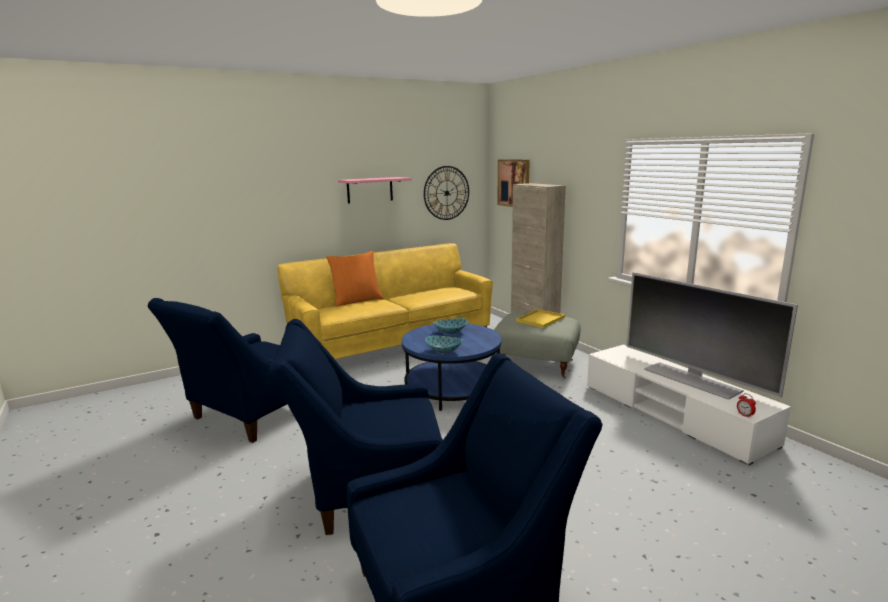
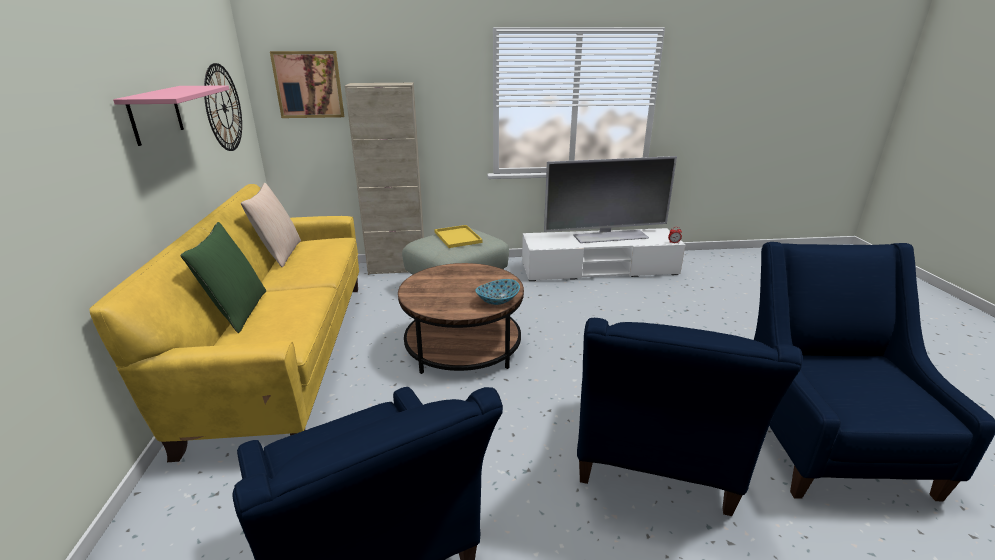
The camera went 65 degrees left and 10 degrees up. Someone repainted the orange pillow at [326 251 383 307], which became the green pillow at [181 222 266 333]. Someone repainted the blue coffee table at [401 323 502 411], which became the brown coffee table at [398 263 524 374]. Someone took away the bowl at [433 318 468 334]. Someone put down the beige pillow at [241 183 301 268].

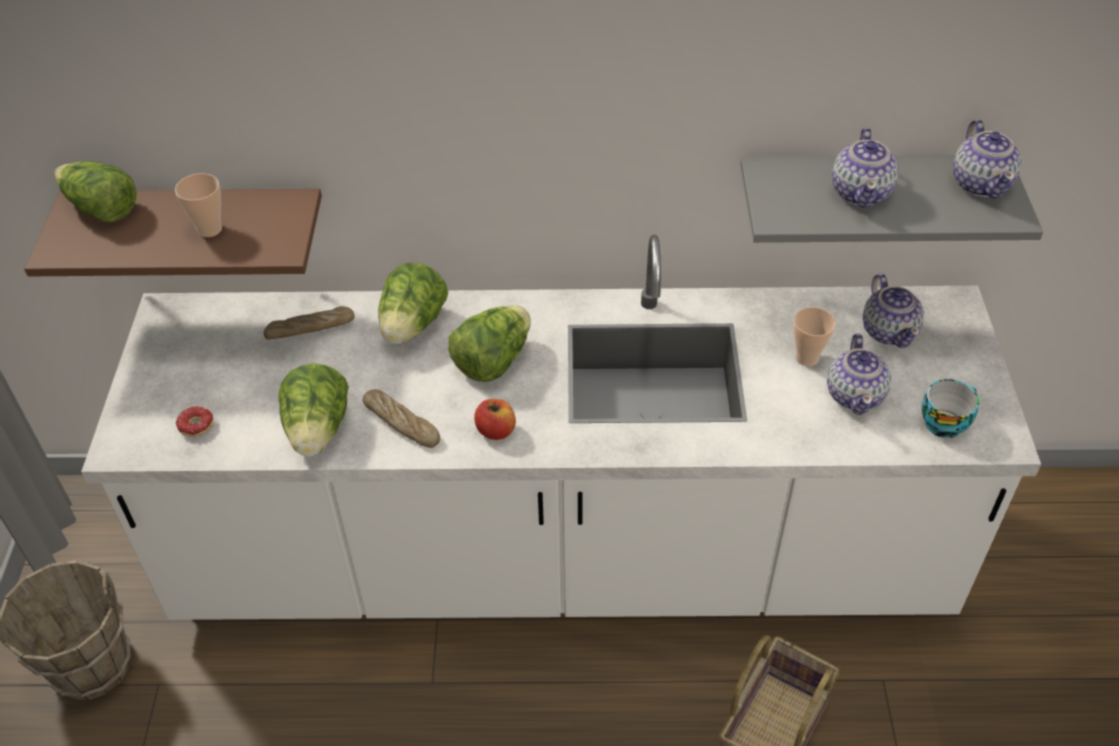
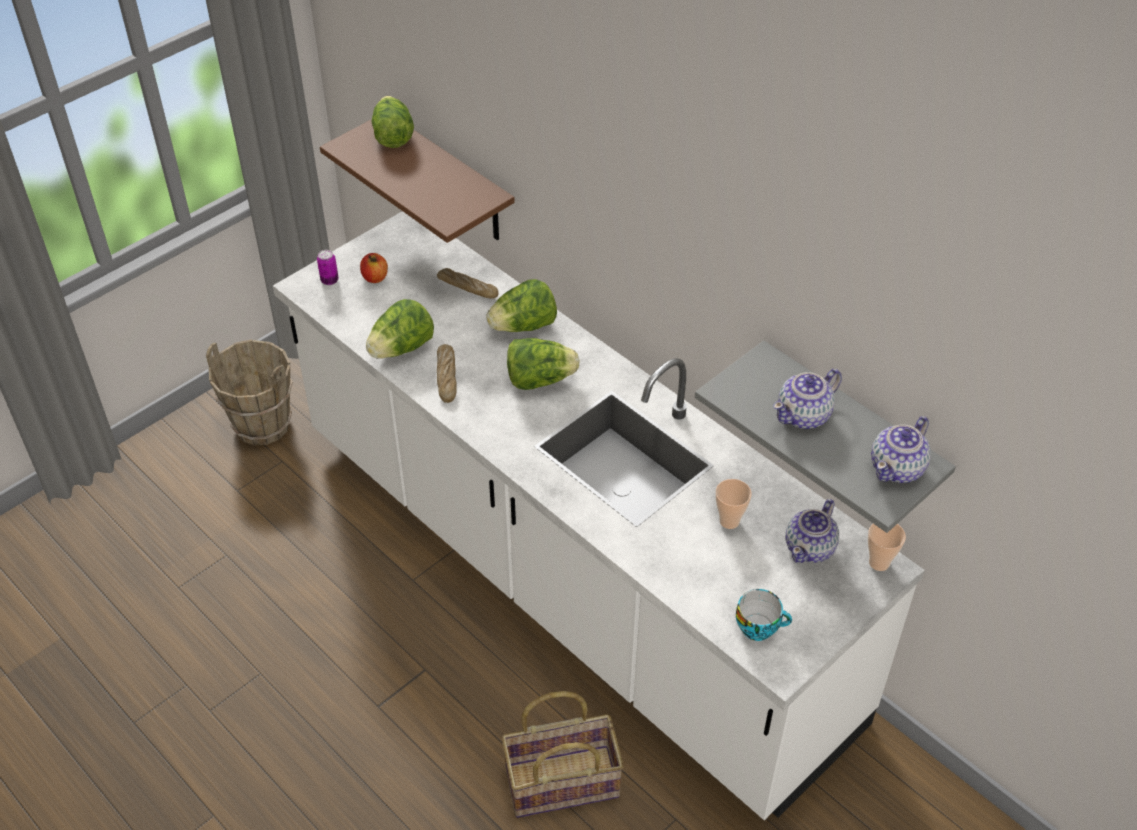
The camera went 45 degrees right and 0 degrees up. Someone carried the cup from [175 173 222 237] to [868 524 906 571]. Someone took away the donut at [176 406 214 437]. Someone carried the apple from [474 399 516 440] to [360 253 388 283]. Someone took away the teapot at [827 333 891 415]. Someone put down the can at [317 250 339 285].

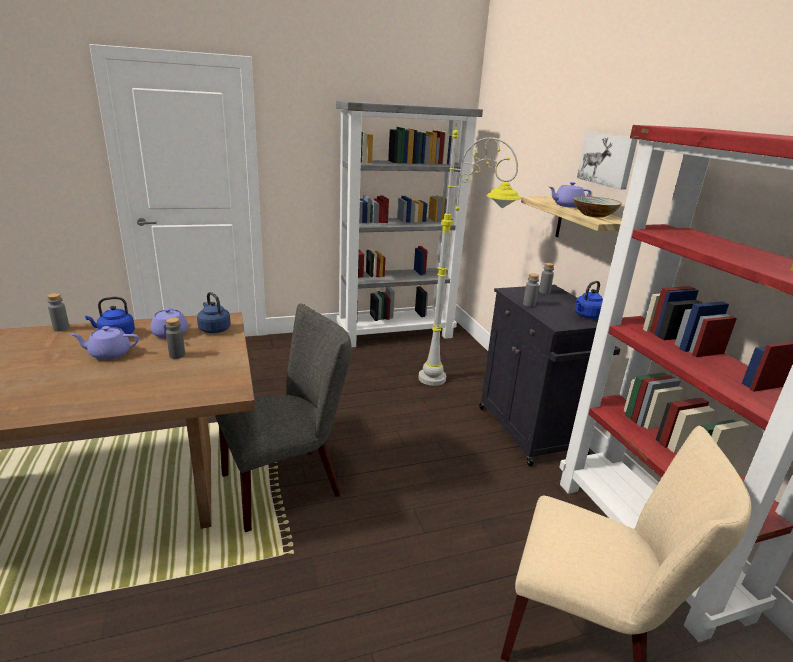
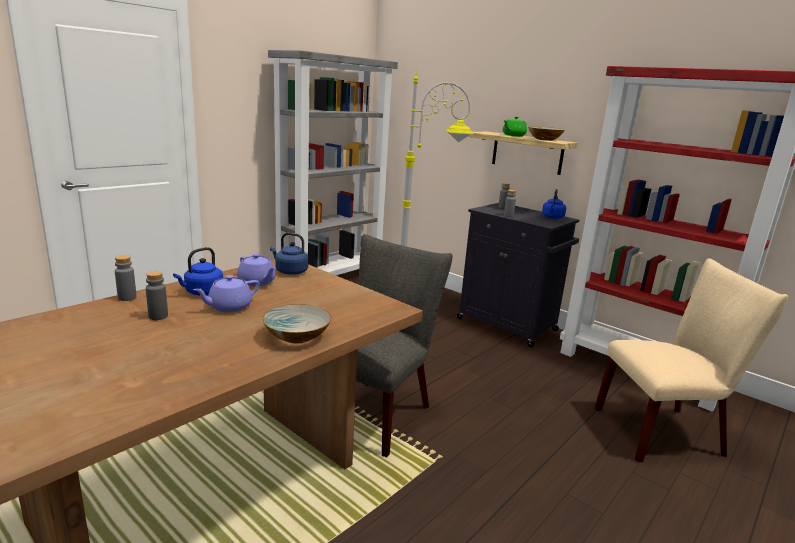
The camera went 30 degrees left and 5 degrees down. Someone carried the grey bottle from [166 318 185 359] to [146 271 168 320]. Someone repainted the purple teapot at [549 182 591 208], which became the green teapot at [503 116 527 136]. Someone took away the picture at [577 132 638 189]. Someone put down the bowl at [262 304 332 344].

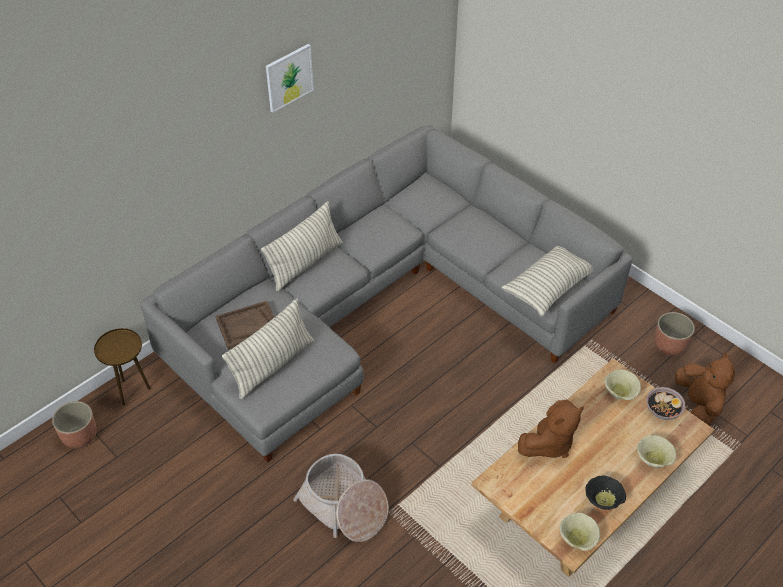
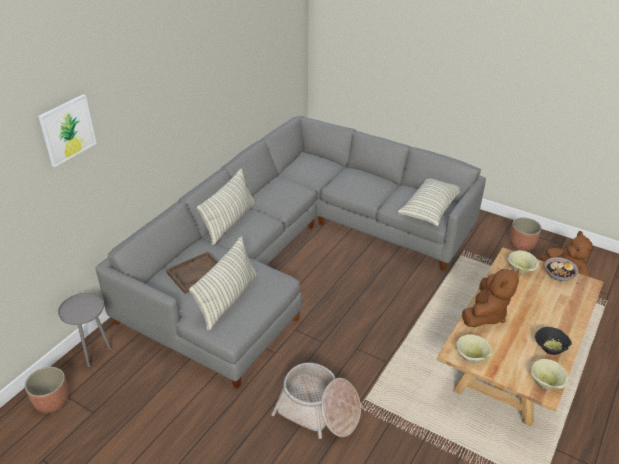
The camera went 15 degrees left and 10 degrees down. Someone repainted the brown side table at [94 328 151 406], which became the grey side table at [58 293 112 368]. Someone carried the picture from [266 44 314 113] to [38 94 97 167]. Someone carried the beige bowl from [637 435 676 468] to [456 334 492 363].

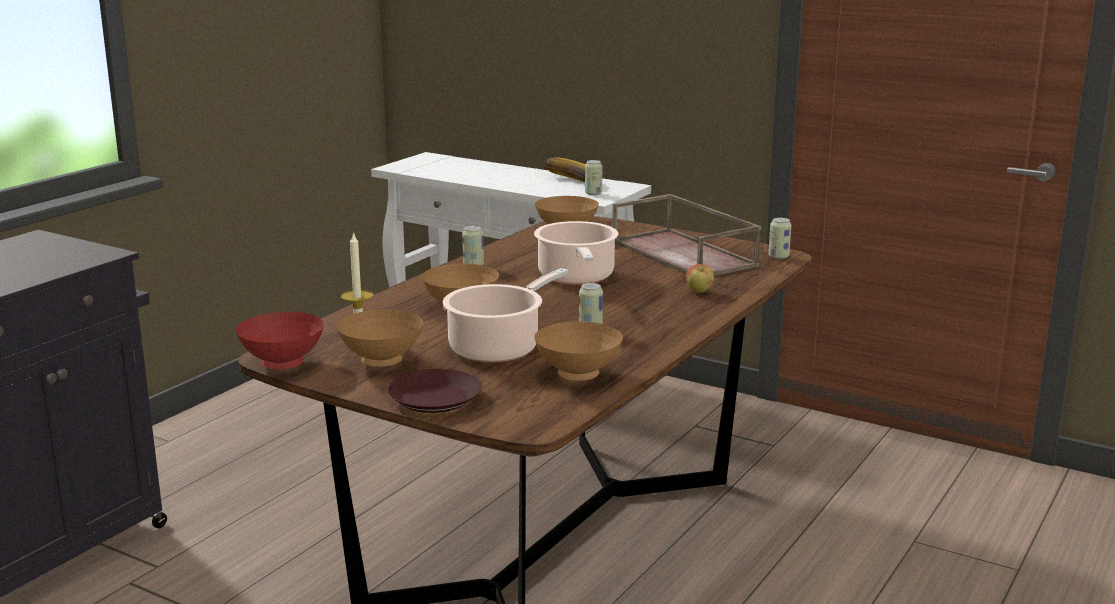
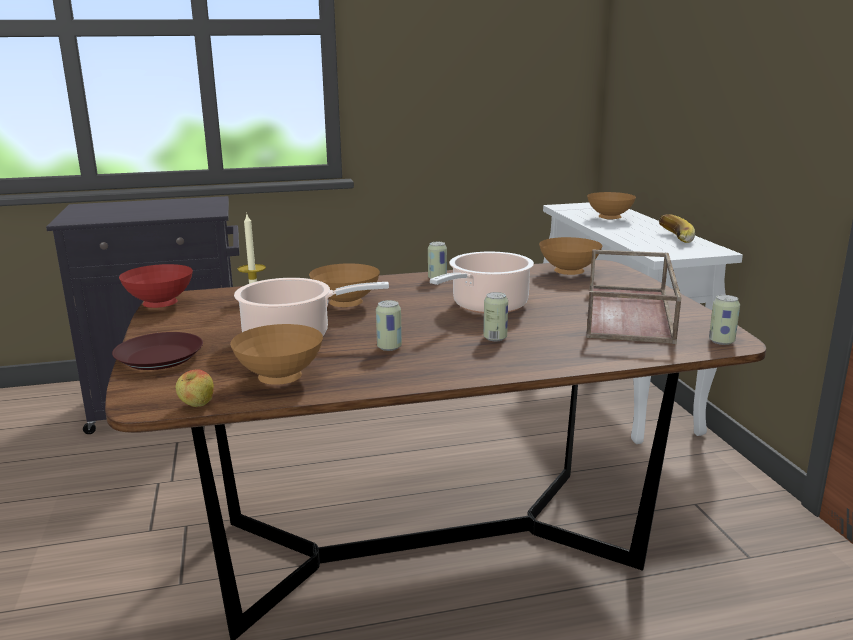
The camera went 45 degrees right and 0 degrees up. Someone carried the brown bowl from [337 309 423 367] to [587 192 636 220]. Someone carried the can from [585 160 602 195] to [484 292 508 341]. Someone carried the apple from [686 264 714 293] to [175 369 214 407].

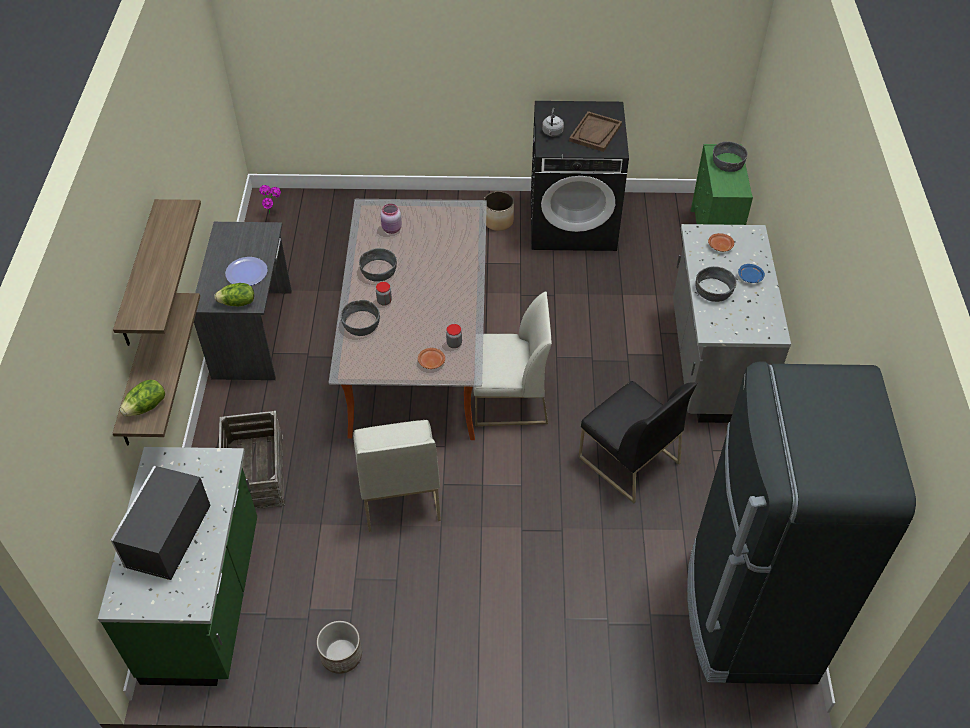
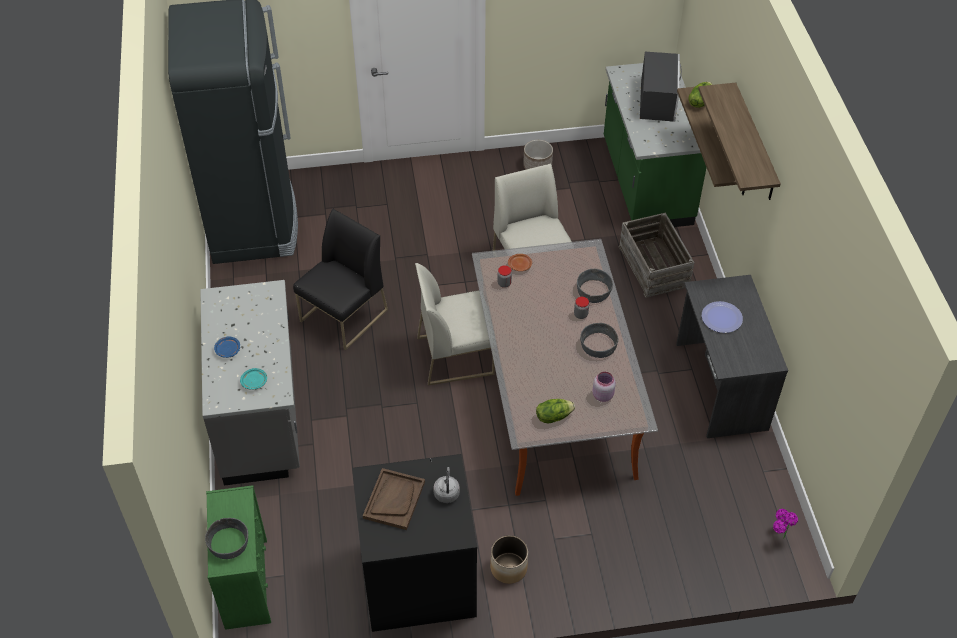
The camera went 170 degrees right and 0 degrees up. Someone carried the lettuce from [214 283 254 307] to [536 399 575 423]. Someone rotated the black chair at [578 381 697 503] by 90 degrees clockwise. Someone took away the grey bowl at [696 266 737 302]. Someone repainted the brown plate at [708 233 734 252], which became the turquoise plate at [240 368 267 390].

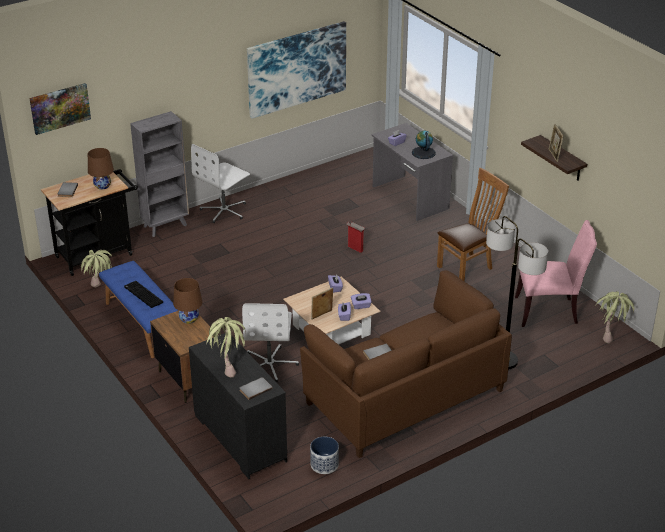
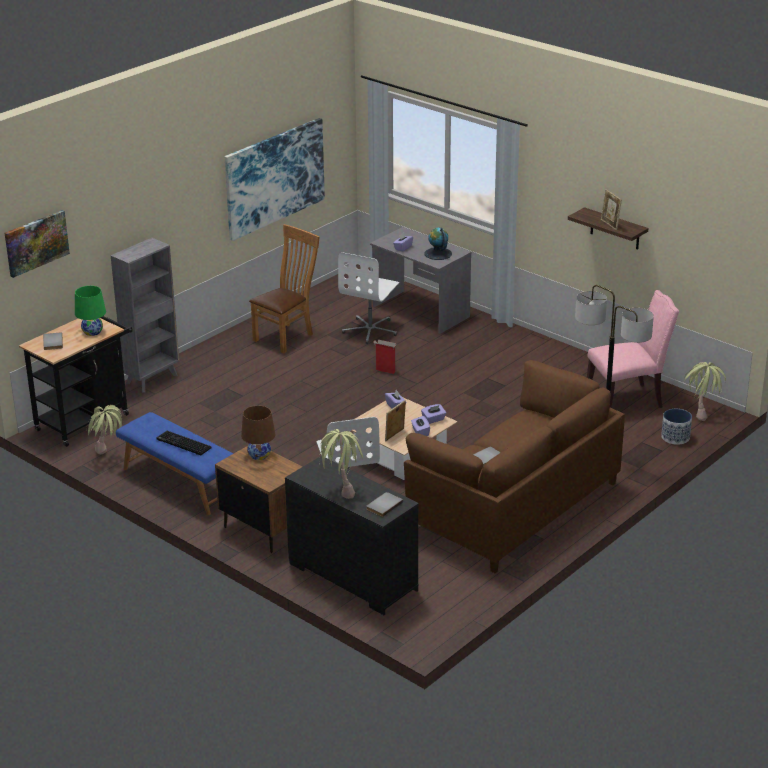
The camera went 15 degrees left and 5 degrees down. Someone repainted the brown table lamp at [88 148 114 190], which became the green table lamp at [75 286 106 336]. Someone carried the white office chair from [191 144 250 223] to [338 252 399 344]. Someone carried the planter from [310 436 339 474] to [661 409 692 445]. Someone carried the brown chair from [437 168 509 282] to [249 224 320 353].

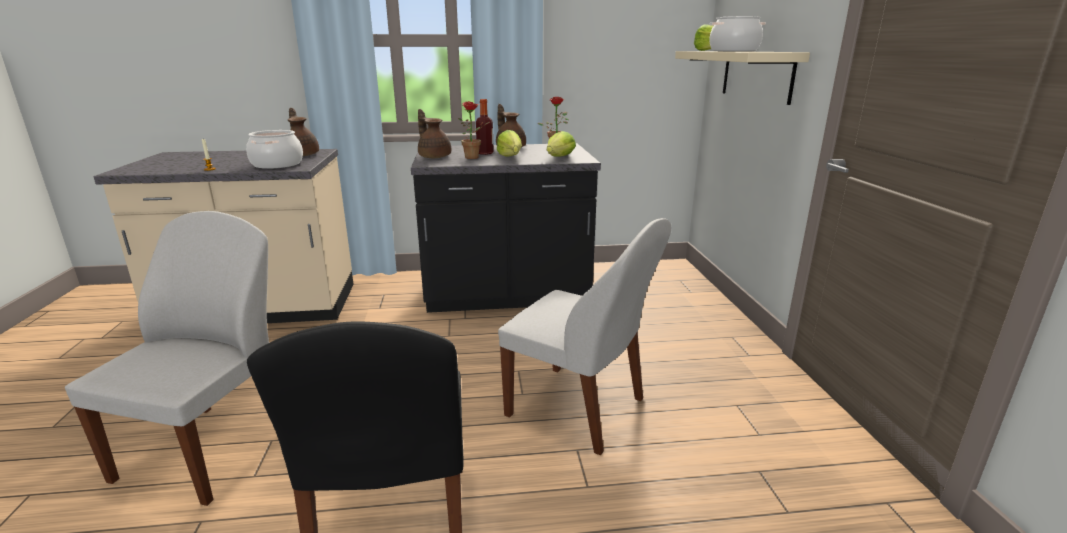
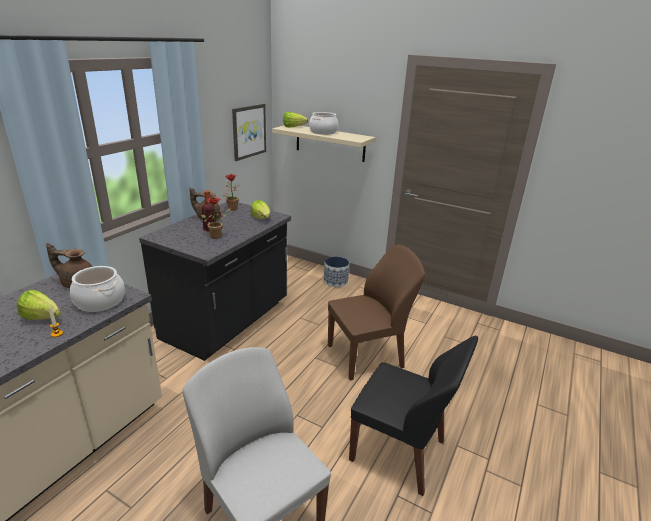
The camera went 55 degrees left and 5 degrees up. Someone took away the brown teapot at [418 109 451 158]. Someone carried the lettuce from [497 130 522 157] to [17 290 61 320]. Someone repainted the white chair at [498 218 671 455], which became the brown chair at [328 245 425 381]. Someone put up the picture at [232 104 266 161]. Someone put down the planter at [324 256 349 287].

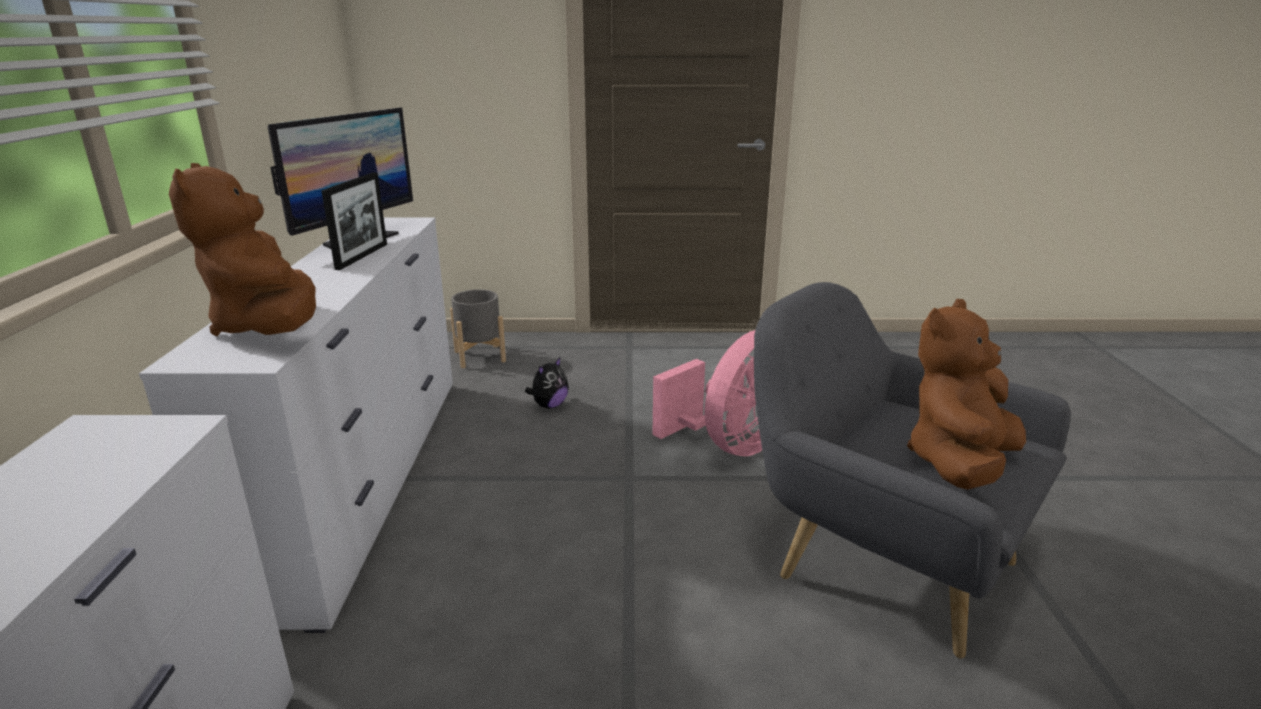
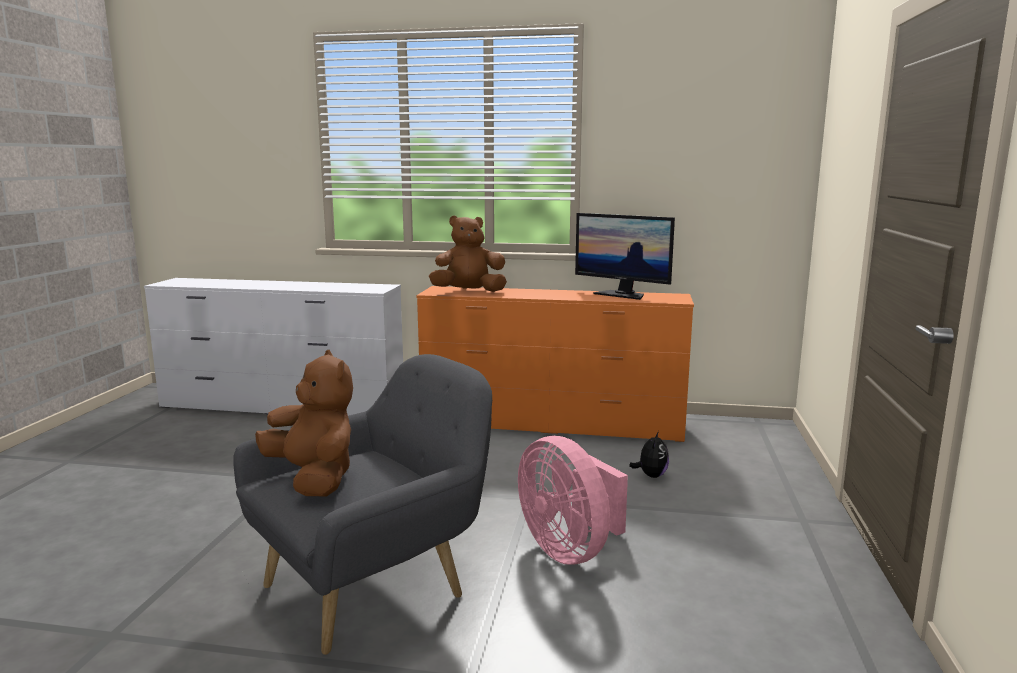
The camera went 100 degrees right and 10 degrees down. Someone repainted the white dresser at [139 217 453 633], which became the orange dresser at [416 286 694 442]. Someone took away the picture frame at [321 172 387 270]. Someone took away the grey planter at [450 289 506 368]. Someone rotated the plush toy at [525 356 569 408] by 120 degrees counterclockwise.

